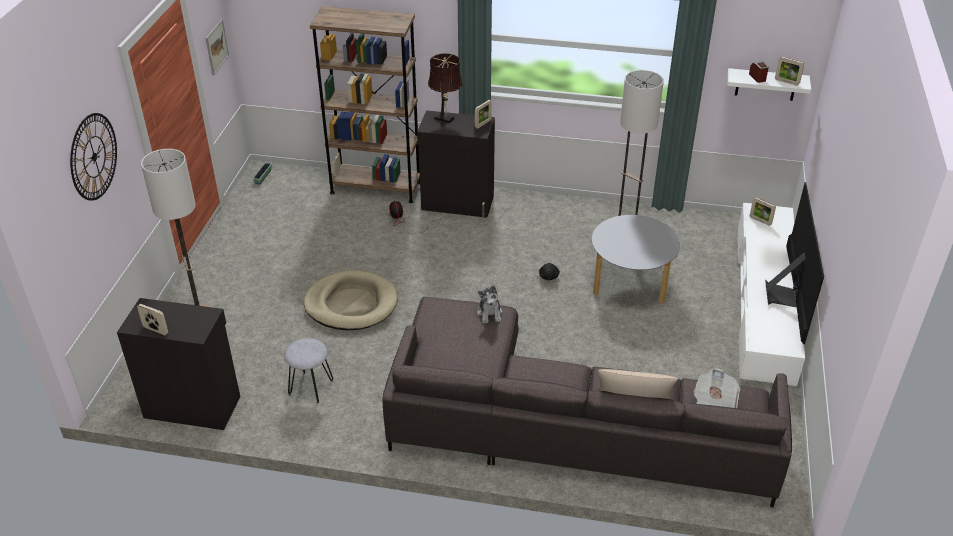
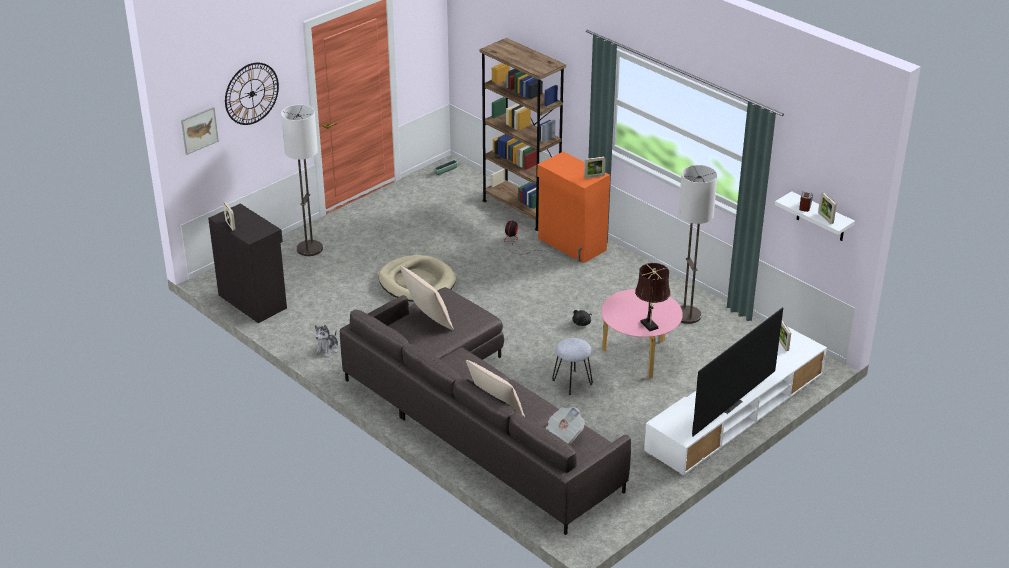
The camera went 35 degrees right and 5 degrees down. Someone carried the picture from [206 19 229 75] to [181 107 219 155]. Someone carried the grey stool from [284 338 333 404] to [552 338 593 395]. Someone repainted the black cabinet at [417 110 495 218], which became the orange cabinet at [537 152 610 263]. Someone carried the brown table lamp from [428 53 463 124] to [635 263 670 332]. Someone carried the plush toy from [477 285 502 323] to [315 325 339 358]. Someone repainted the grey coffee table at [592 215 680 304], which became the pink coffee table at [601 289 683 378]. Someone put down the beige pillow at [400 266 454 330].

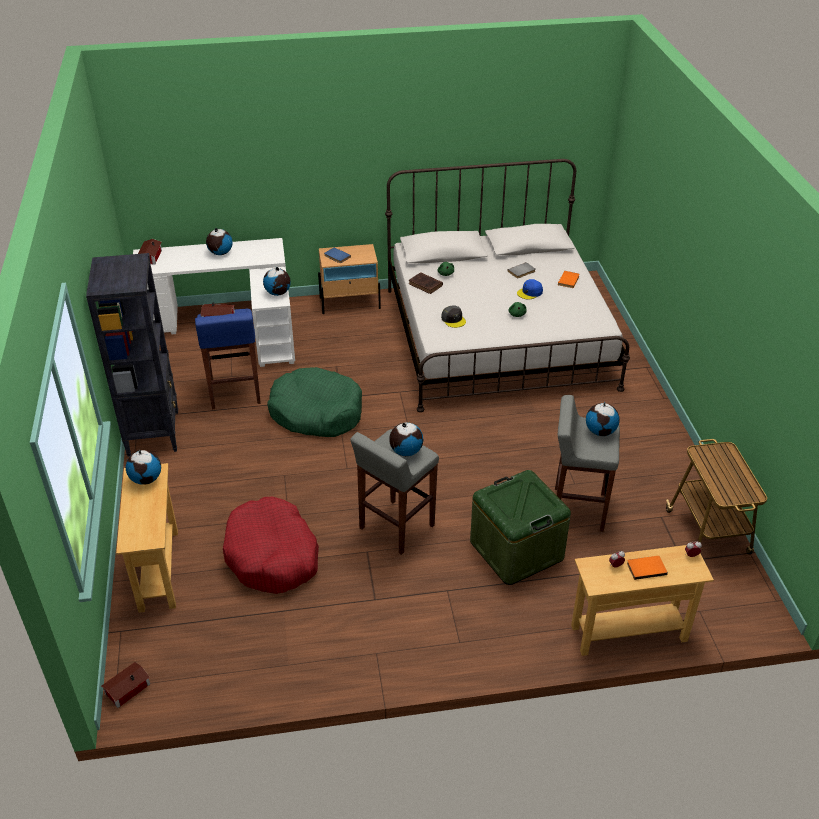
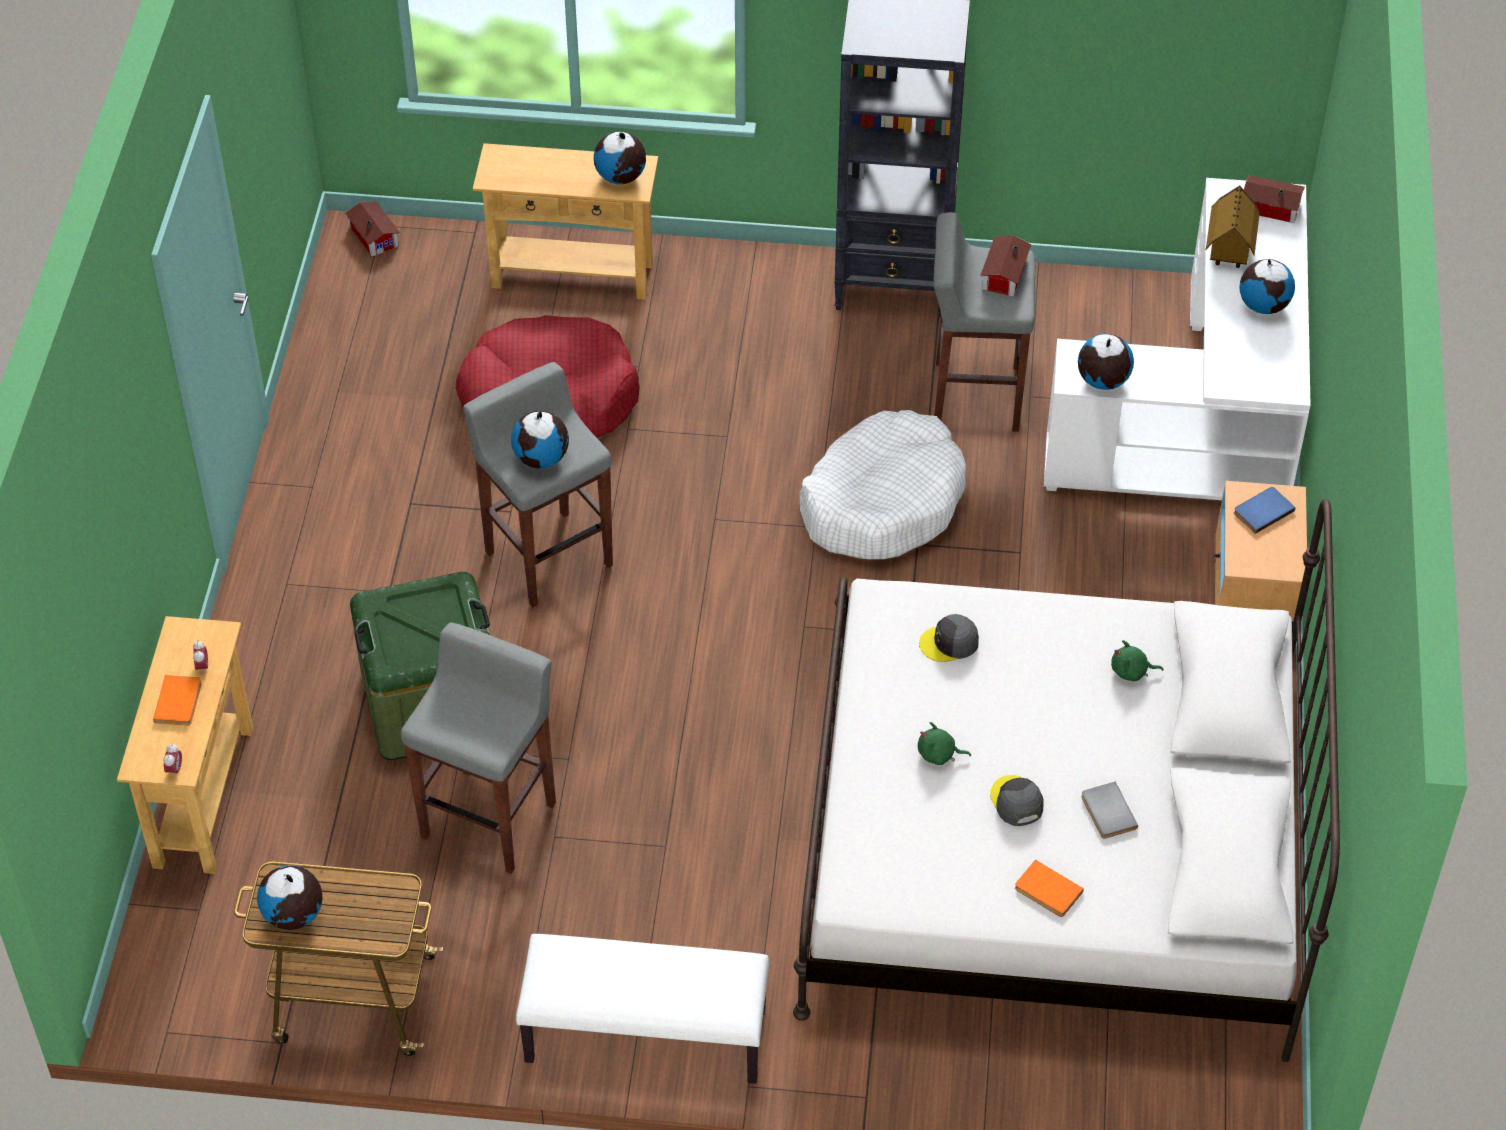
The camera went 105 degrees right and 10 degrees up. Someone repainted the blue stool at [195 309 261 409], which became the grey stool at [933 212 1035 432]. Someone repainted the green dog bed at [267 367 362 437], which became the white dog bed at [800 410 966 559]. Someone took away the brown book at [409 272 443 294]. Someone repainted the blue cap at [517 279 543 300], which became the grey cap at [990 775 1043 826]. Someone carried the globe from [586 402 620 436] to [257 865 322 930]. Someone put down the white bench at [516 934 769 1084]. Someone put down the toy house at [1206 185 1260 268].

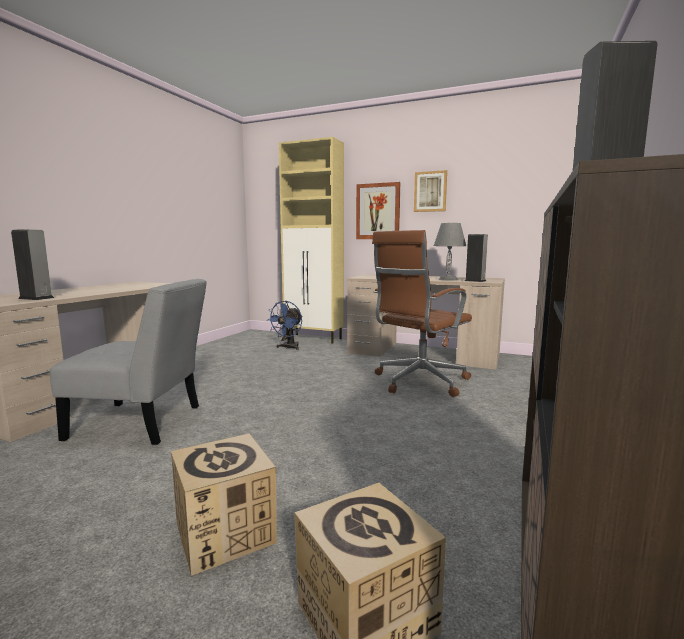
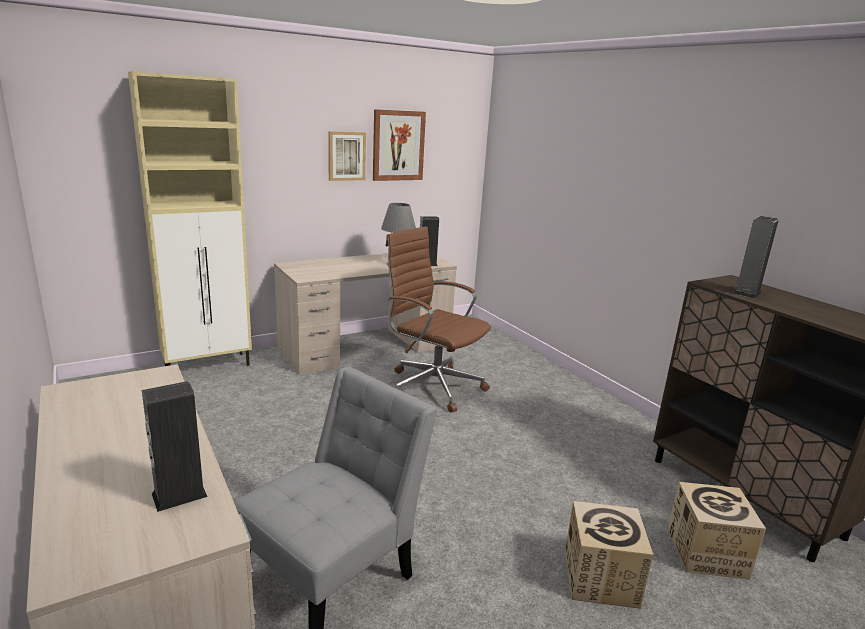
The camera went 55 degrees left and 10 degrees up. Someone took away the blue fan at [267 301 303 350]. Someone carried the picture from [356 182 400 239] to [373 109 426 181]. Someone rotated the brown office chair at [372 230 472 397] by 135 degrees clockwise.

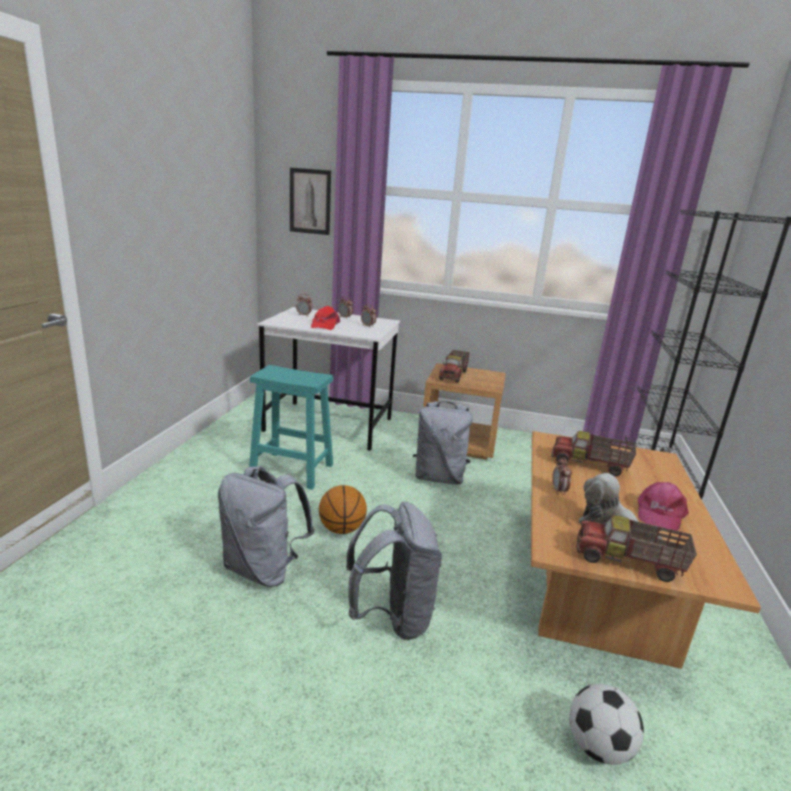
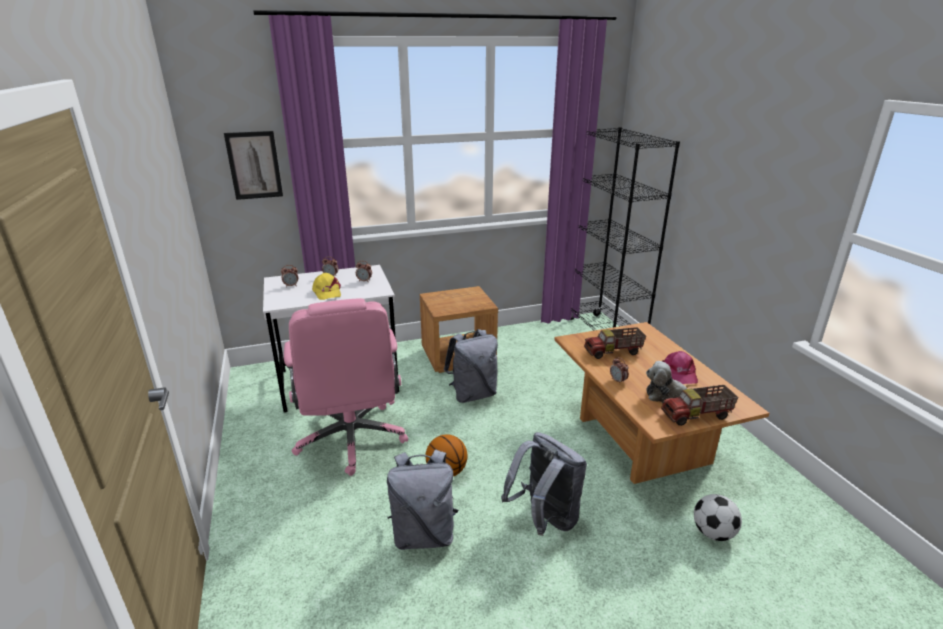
The camera went 30 degrees left and 5 degrees up. Someone swapped the turquoise stool at [249 365 333 490] for the pink office chair at [284 298 408 476]. Someone repainted the red cap at [311 306 340 330], which became the yellow cap at [312 273 341 300]. Someone took away the toy truck at [439 350 470 383].

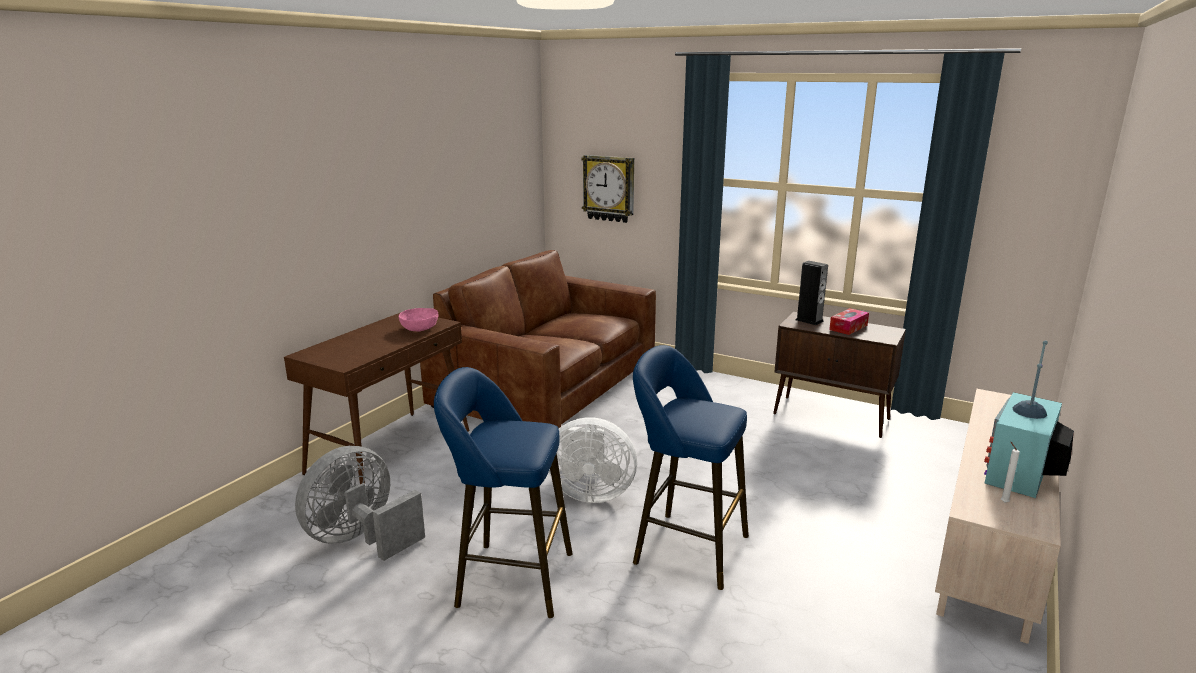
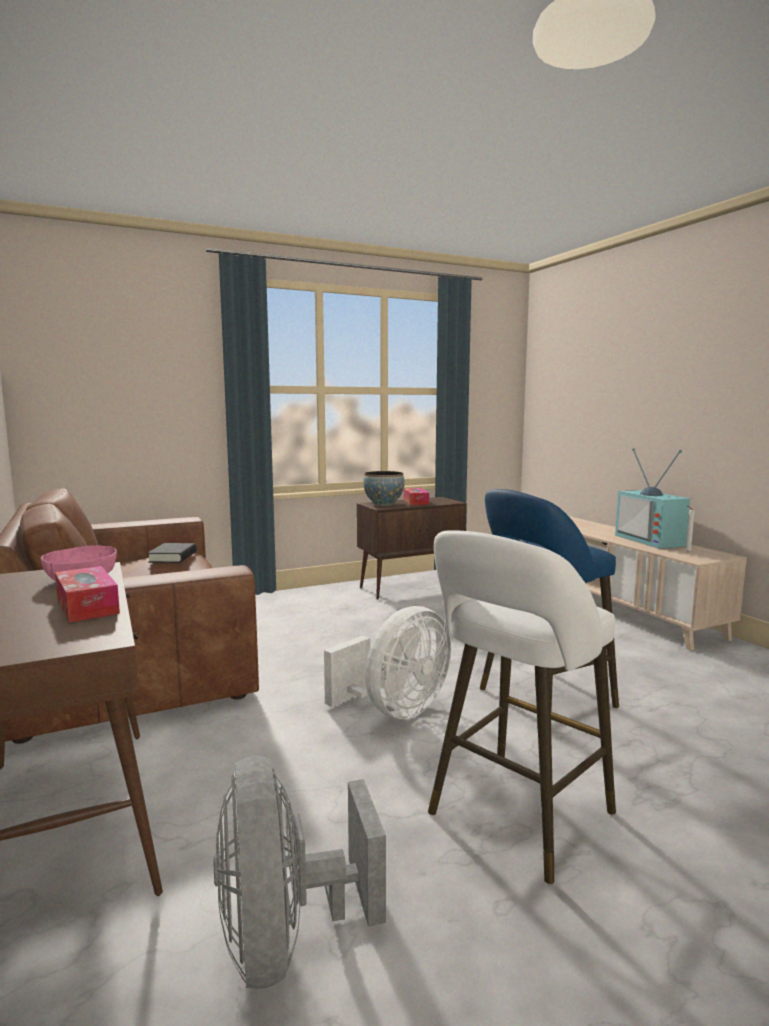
The camera went 55 degrees left and 10 degrees down. Someone repainted the blue stool at [434 367 573 618], which became the white stool at [428 530 616 884]. Someone took away the wall clock at [581 155 634 223]. Someone swapped the speaker at [795 261 828 325] for the bowl at [363 471 405 506]. Someone put down the tissue box at [55 566 120 623]. Someone put down the black book at [148 543 196 563].

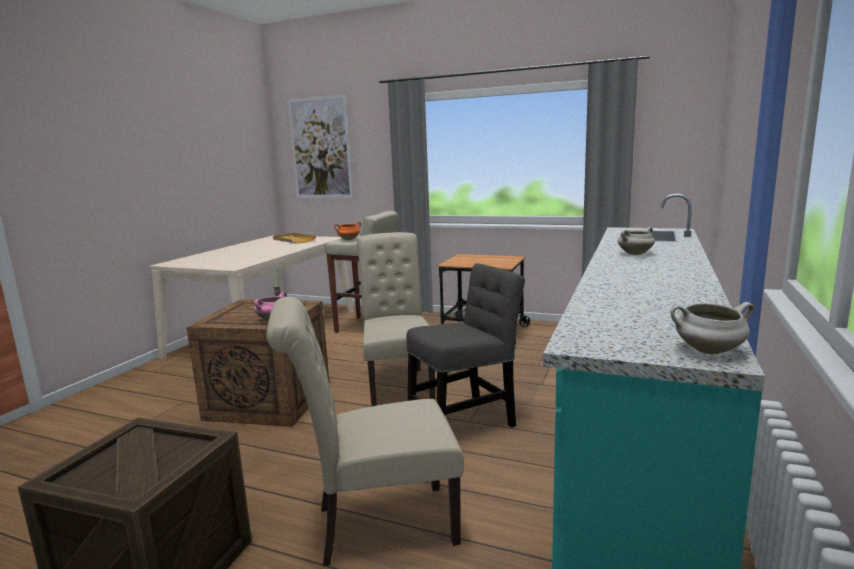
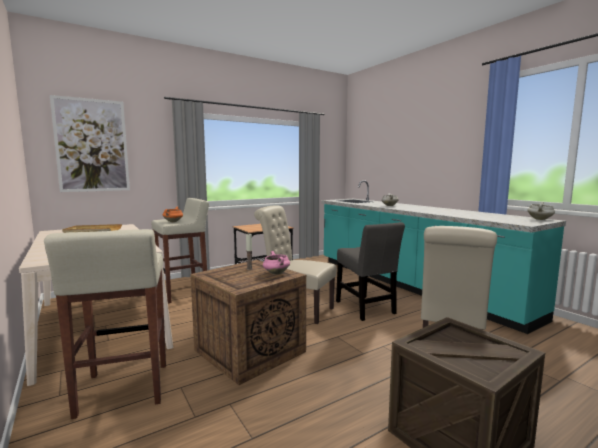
The camera went 55 degrees left and 5 degrees down. Someone rotated the grey chair at [406 263 525 427] by 150 degrees clockwise. Someone put down the beige stool at [44 229 166 419].

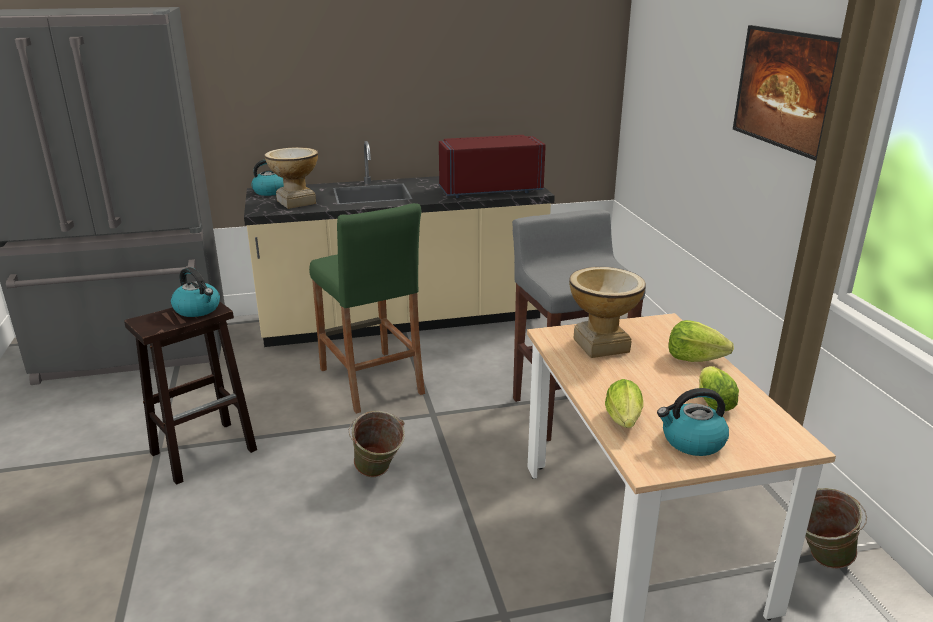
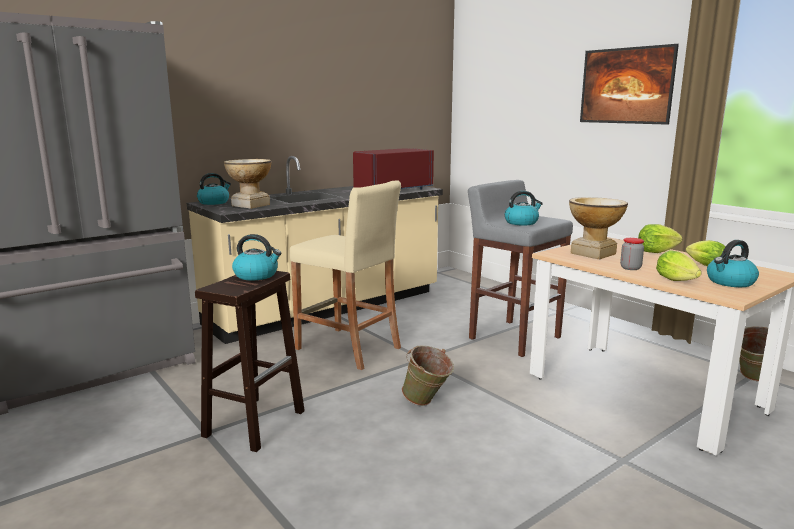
The camera went 25 degrees left and 10 degrees down. Someone repainted the green stool at [309 203 425 414], which became the beige stool at [290 180 401 370]. Someone put down the kettle at [505 191 543 226]. Someone put down the jar at [620 238 644 270].

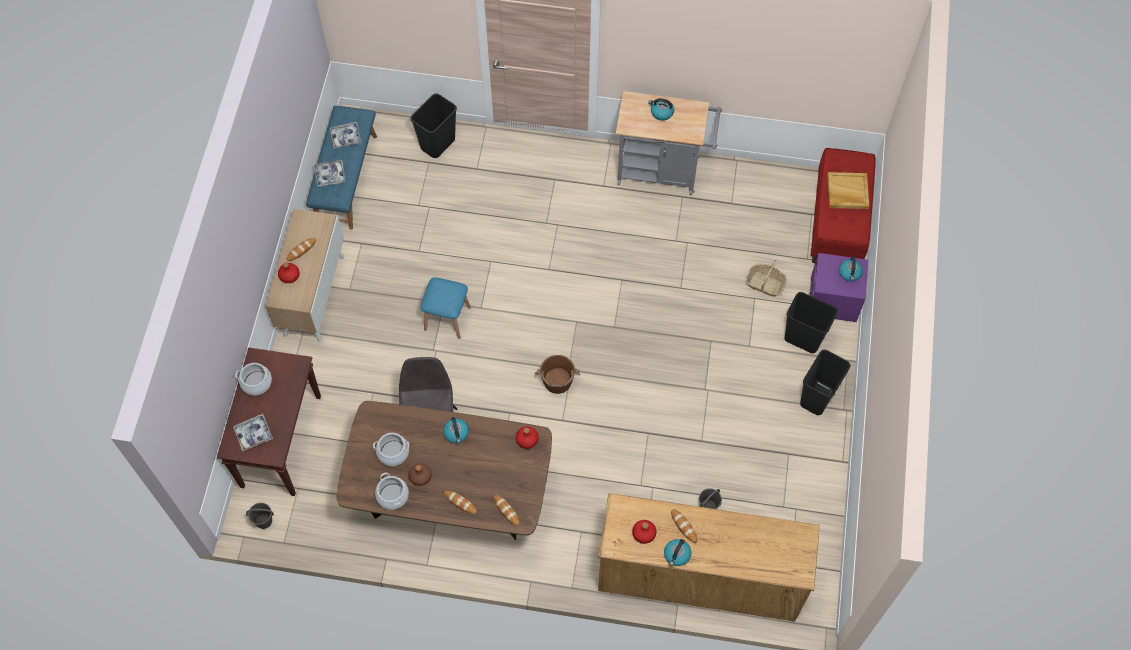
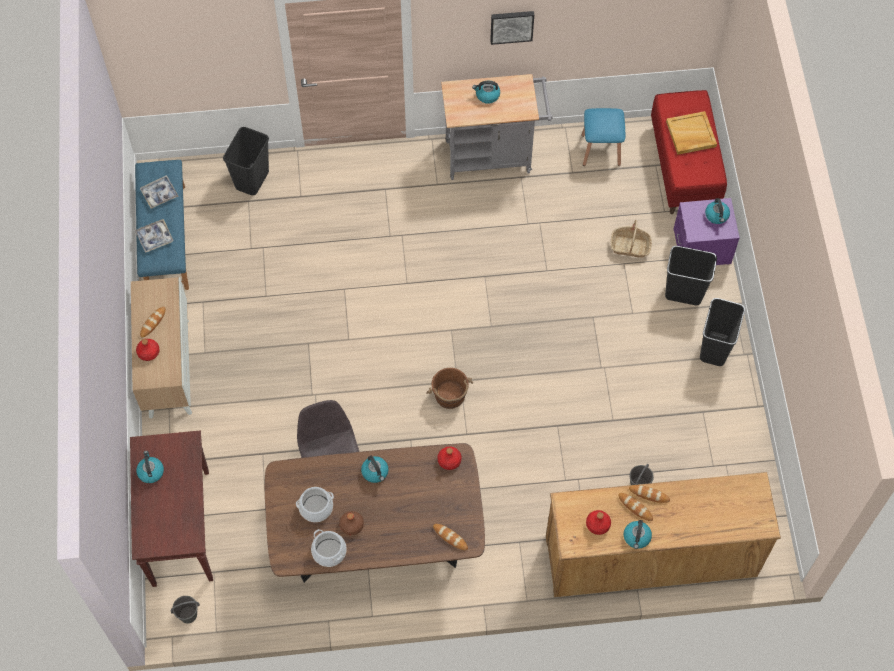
The camera went 15 degrees left and 0 degrees up. Someone took away the tray at [233 414 273 451]. Someone swapped the cooking pot at [235 363 272 395] for the kettle at [136 451 164 483]. Someone carried the blue stool from [420 277 471 339] to [581 108 625 166]. Someone carried the bread from [444 490 477 514] to [629 485 670 503]. Someone put up the picture at [490 11 534 45].

